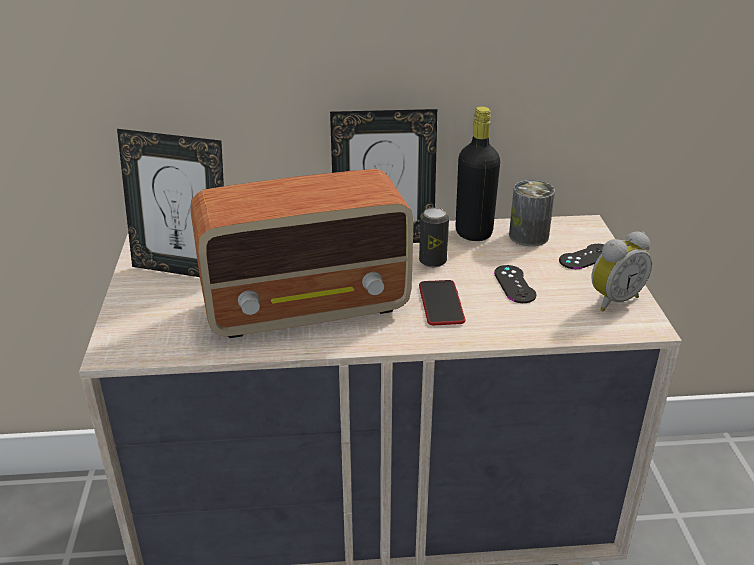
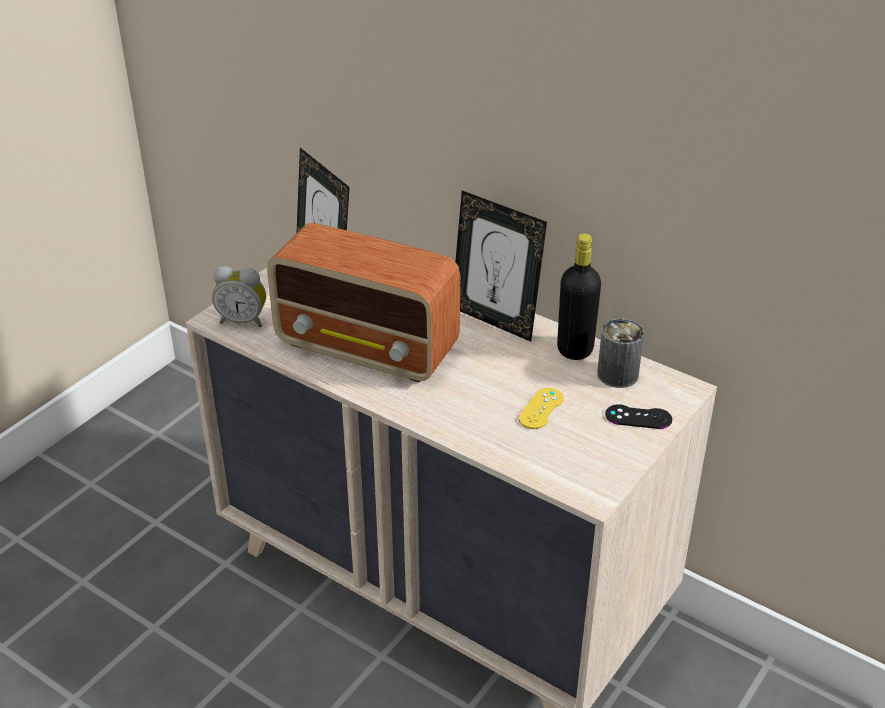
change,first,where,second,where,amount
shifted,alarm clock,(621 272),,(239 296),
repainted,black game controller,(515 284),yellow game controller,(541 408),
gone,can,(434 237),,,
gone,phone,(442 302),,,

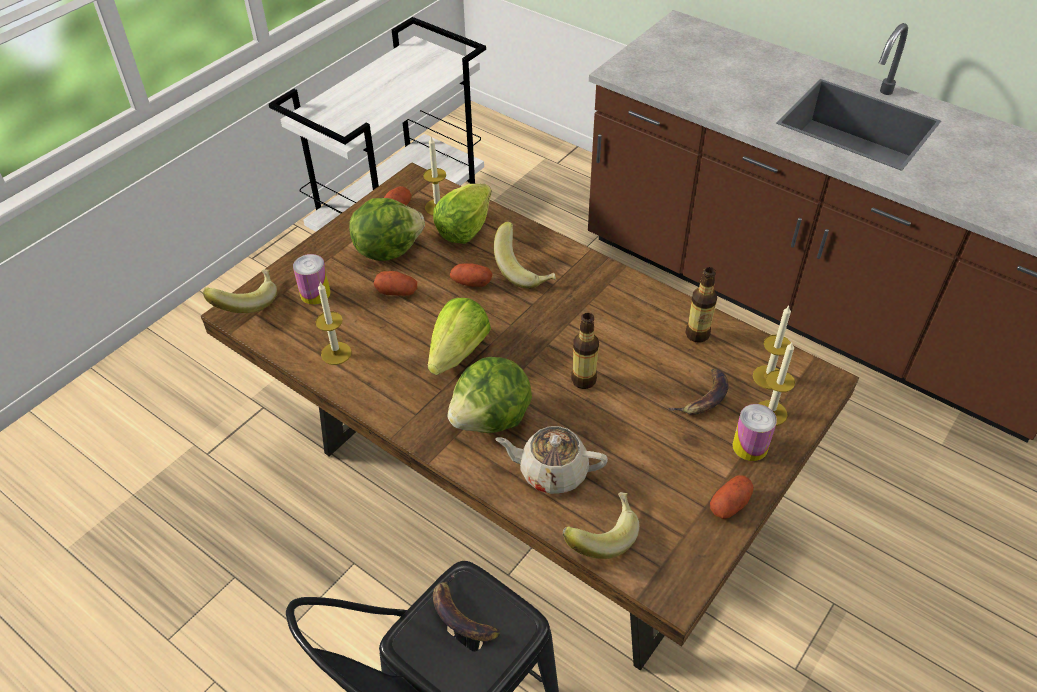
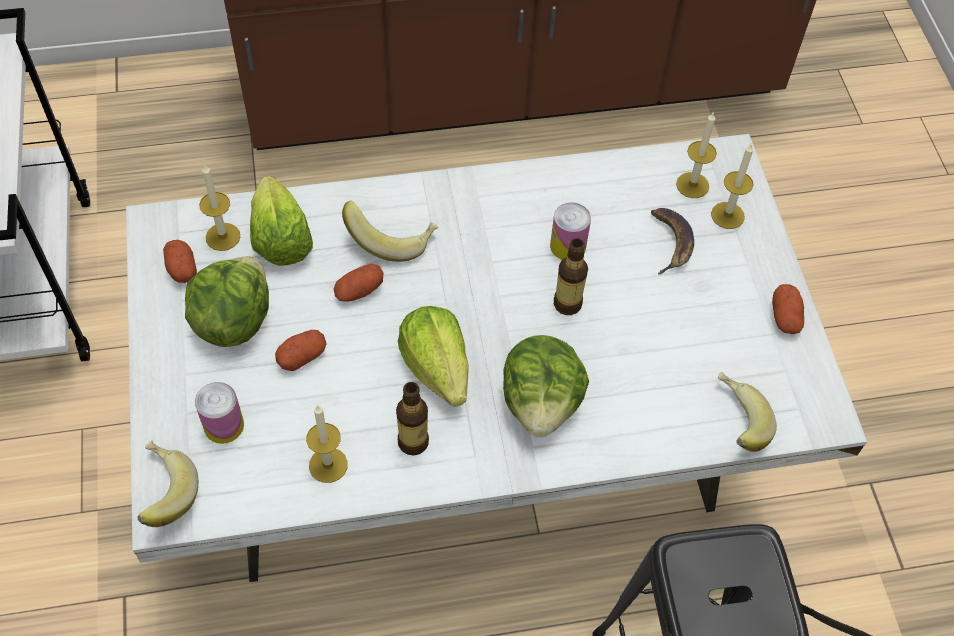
change,first,where,second,where,amount
repainted,brown dining table,(530 416),white dining table,(496 358),
shifted,bottle,(701 305),,(412 419),
shifted,can,(754 432),,(570 231),
gone,banana,(467 607),,,
gone,beige teapot,(551 460),,,

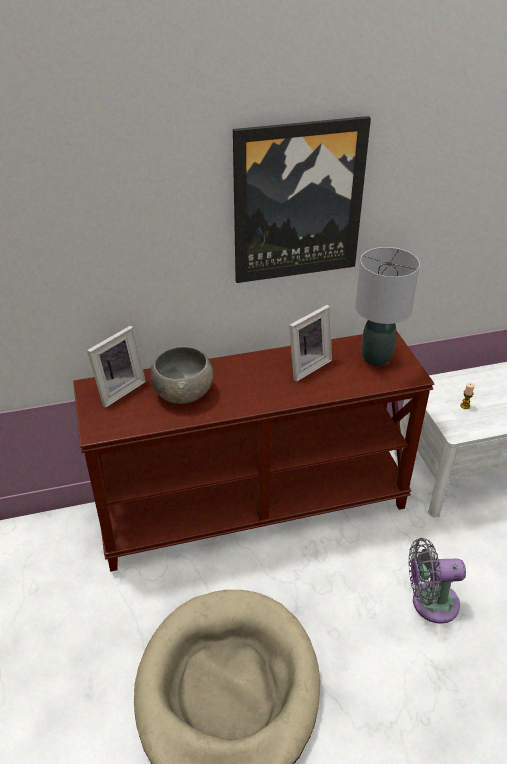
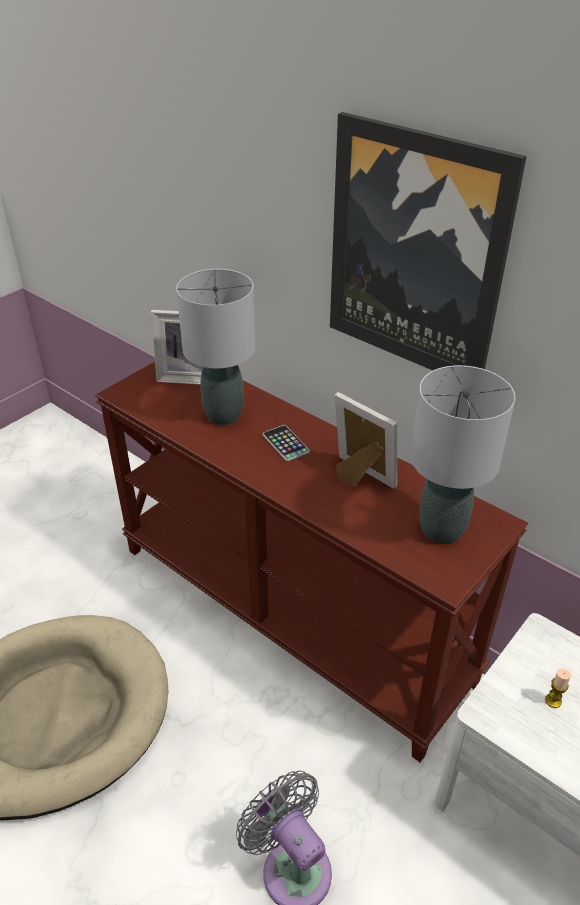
change,first,where,second,where,amount
swapped,grey bowl,(181 375),grey table lamp,(216 347),
new,,,phone,(286 443),
rotated,picture frame,(310 343),,(365 440),150 degrees counterclockwise

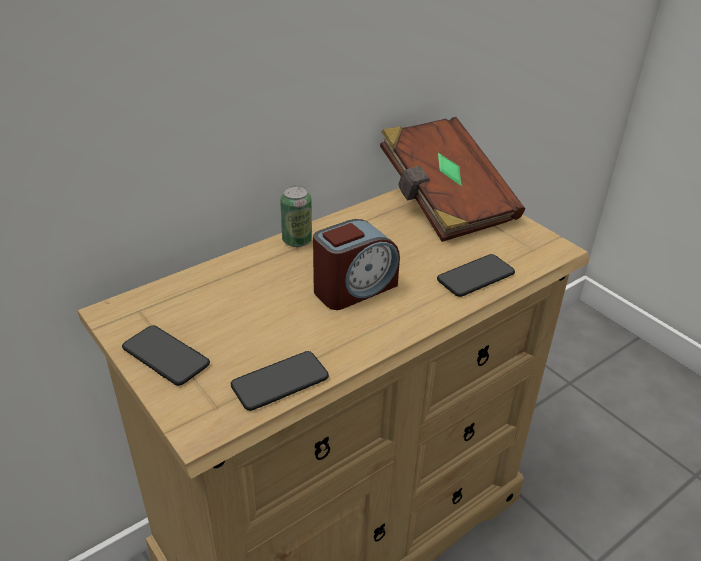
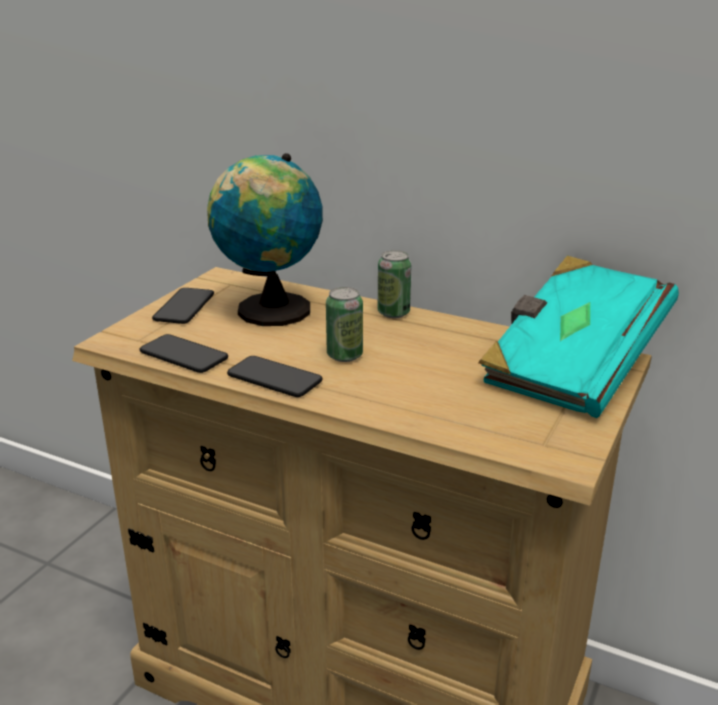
change,first,where,second,where,amount
new,,,globe,(265 239),
shifted,phone,(476 275),,(275 376),
swapped,alarm clock,(356 264),can,(344 324),
repainted,brown book,(452 179),turquoise book,(578 337),

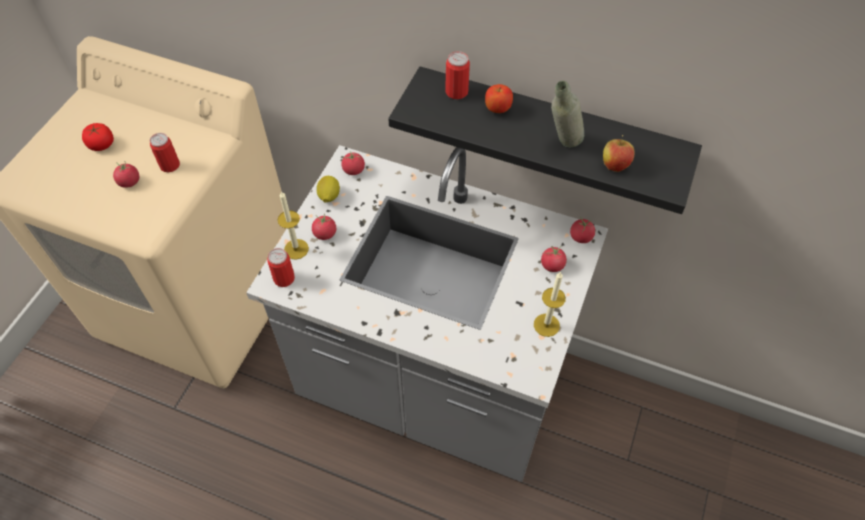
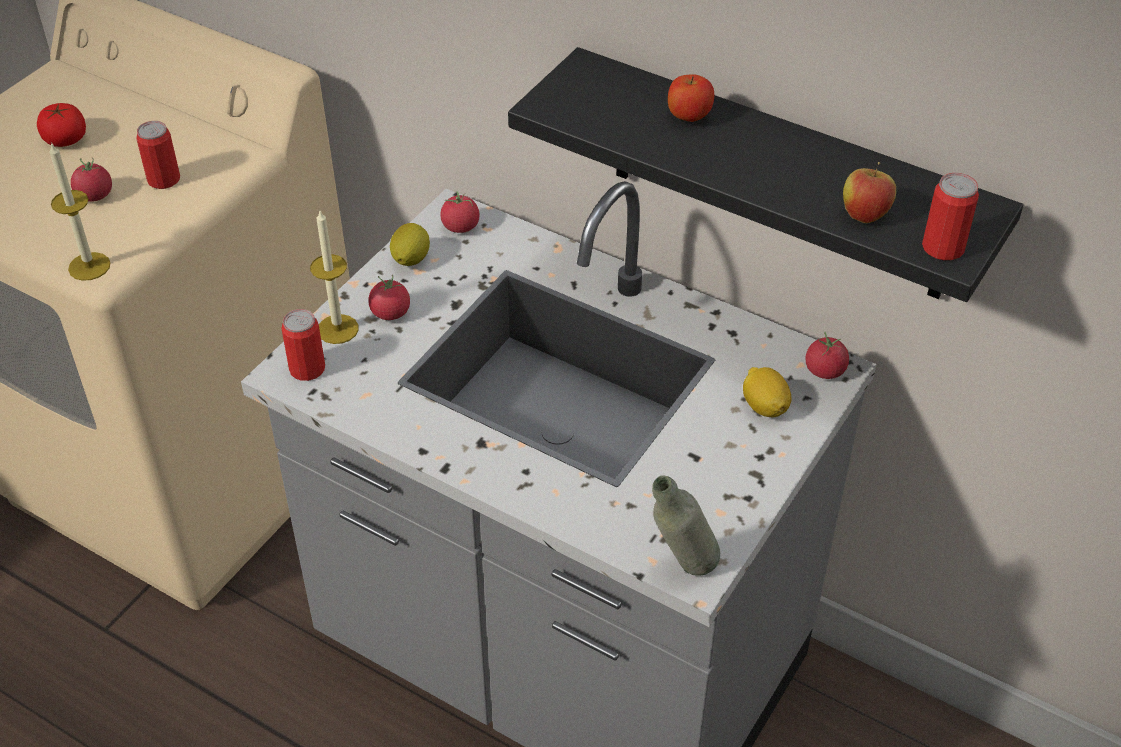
change,first,where,second,where,amount
shifted,candle,(550 304),,(79 211),
shifted,grey bottle,(567 114),,(686 526),
swapped,tomato,(554 259),lemon,(767 392),
shifted,can,(457 75),,(950 216),

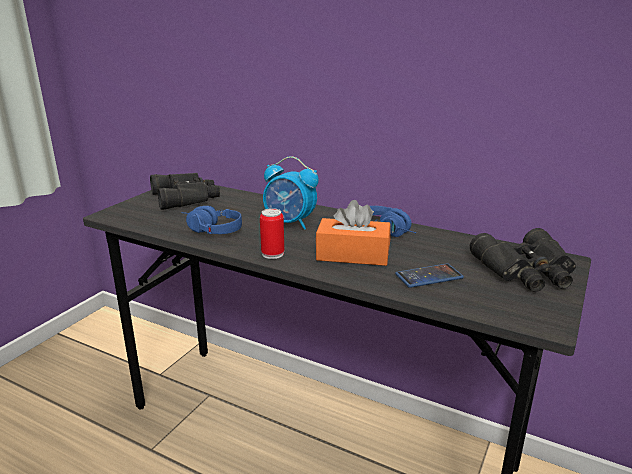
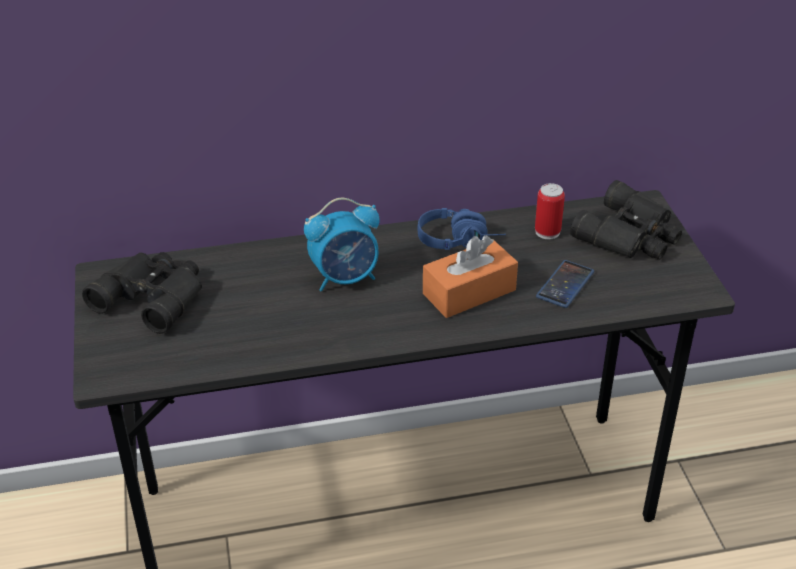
change,first,where,second,where,amount
shifted,can,(272 233),,(550 211),
gone,blue headphones,(212 220),,,

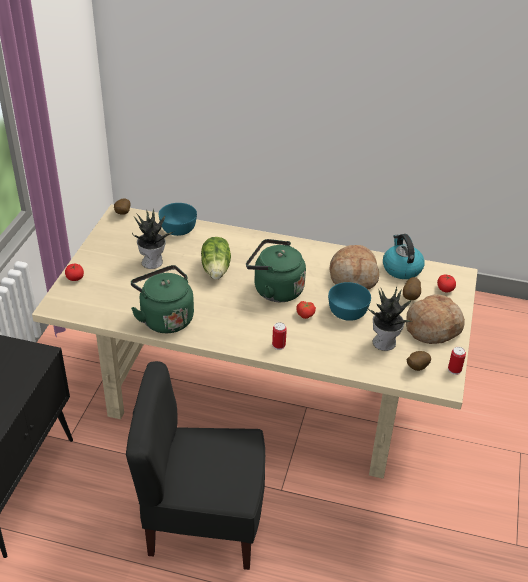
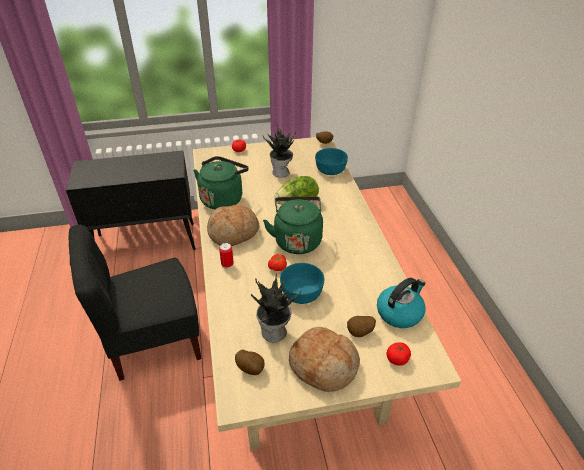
change,first,where,second,where,amount
rotated,black chair,(195 465),,(135 302),90 degrees counterclockwise
shifted,bread,(354 267),,(233 225),
gone,can,(457 361),,,

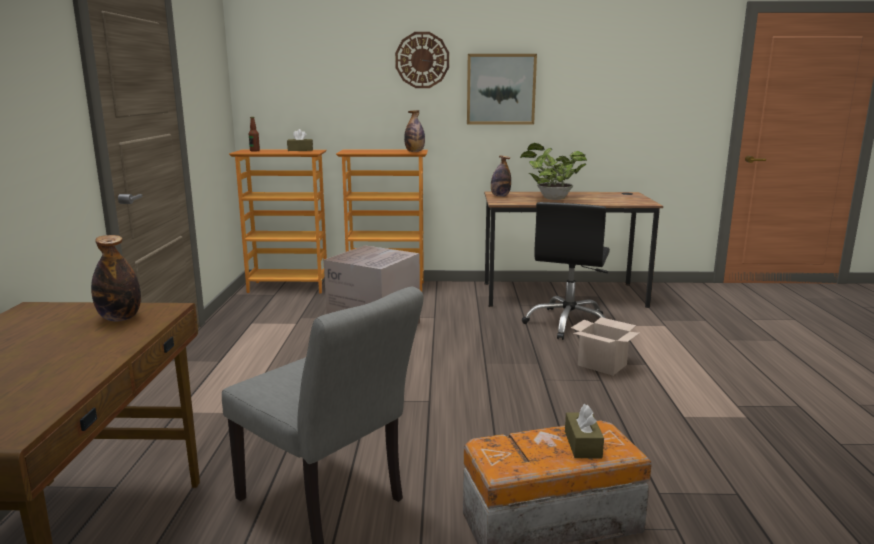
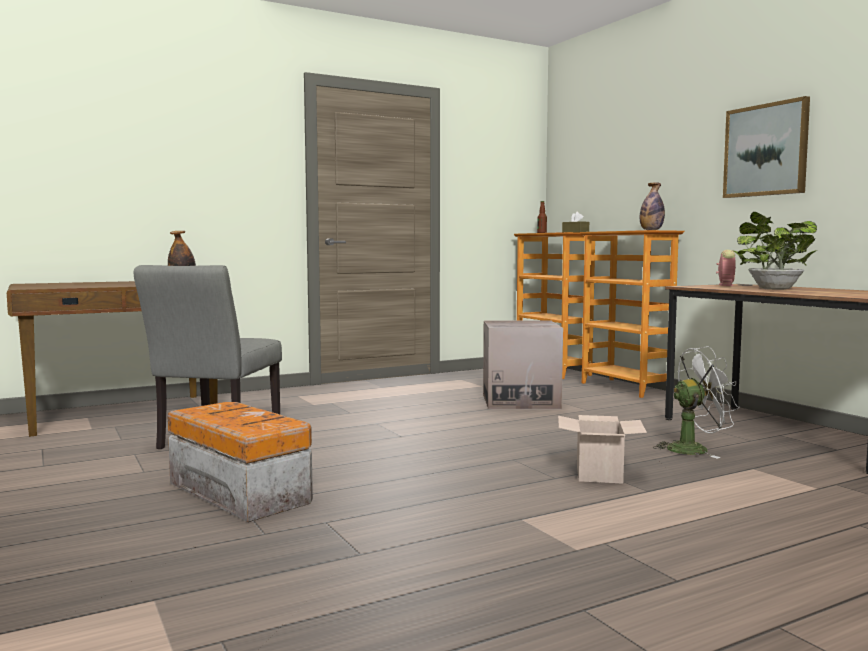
change,first,where,second,where,amount
swapped,black office chair,(566 271),white fan,(696 402),
swapped,bottle,(501 176),alarm clock,(726 268),
gone,wall clock,(422 60),,,
gone,brown tissue box,(584 431),,,

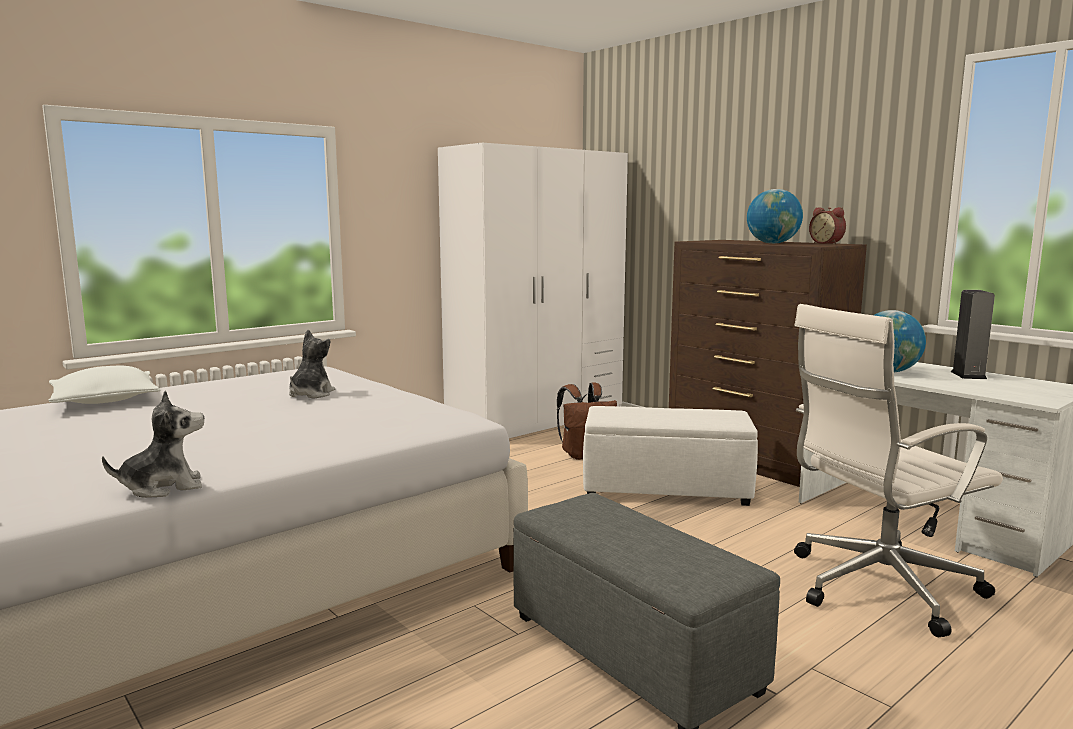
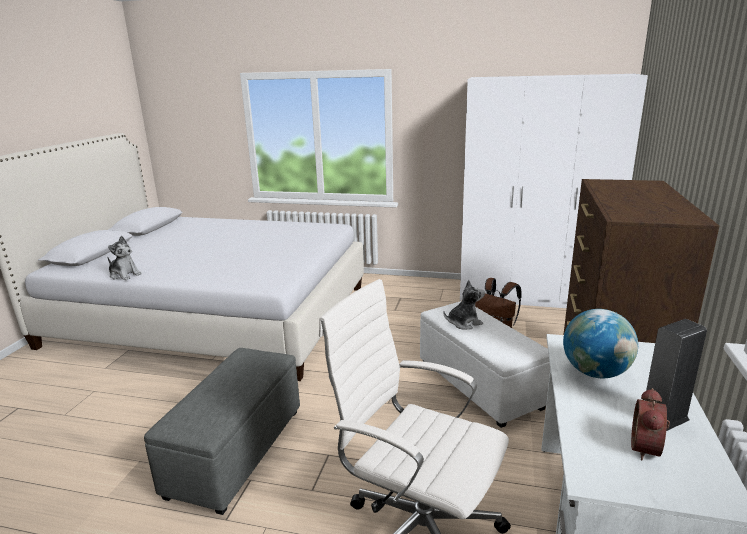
change,first,where,second,where,amount
shifted,plush toy,(312 364),,(464 305),
shifted,alarm clock,(827 225),,(650 424),
gone,white pillow,(104 385),,,
gone,globe,(775 216),,,

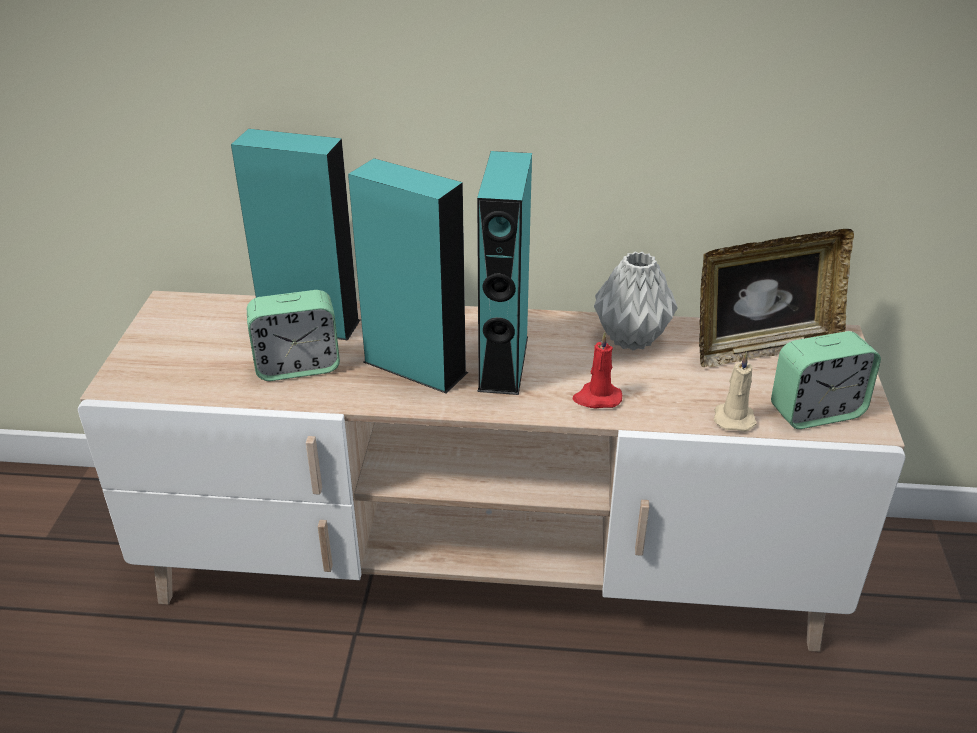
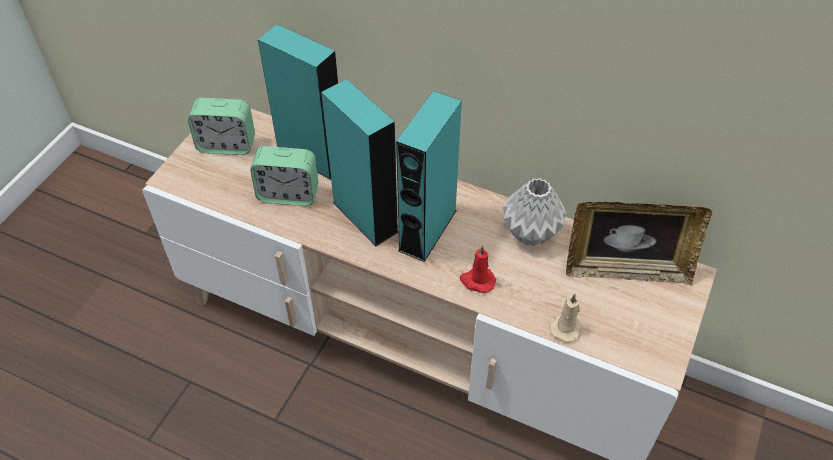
change,first,where,second,where,amount
shifted,alarm clock,(826 380),,(221 126),

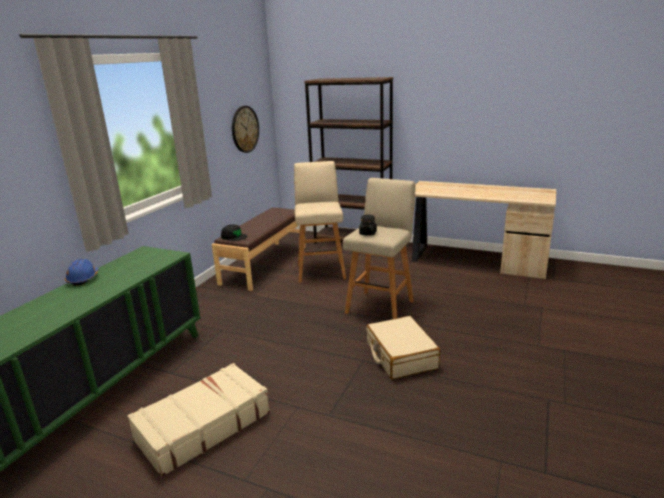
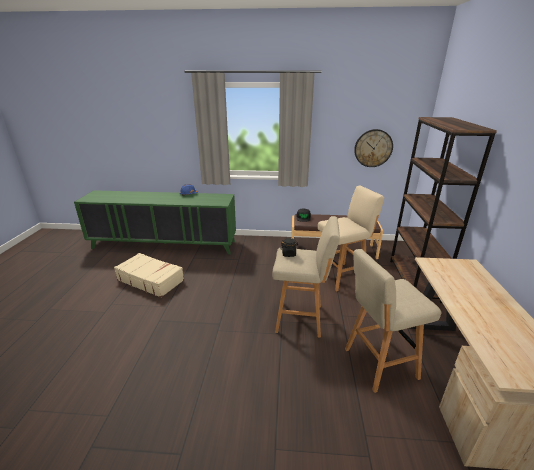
change,first,where,second,where,amount
new,,,beige stool,(393 321),
gone,beige suitcase,(403 347),,,

